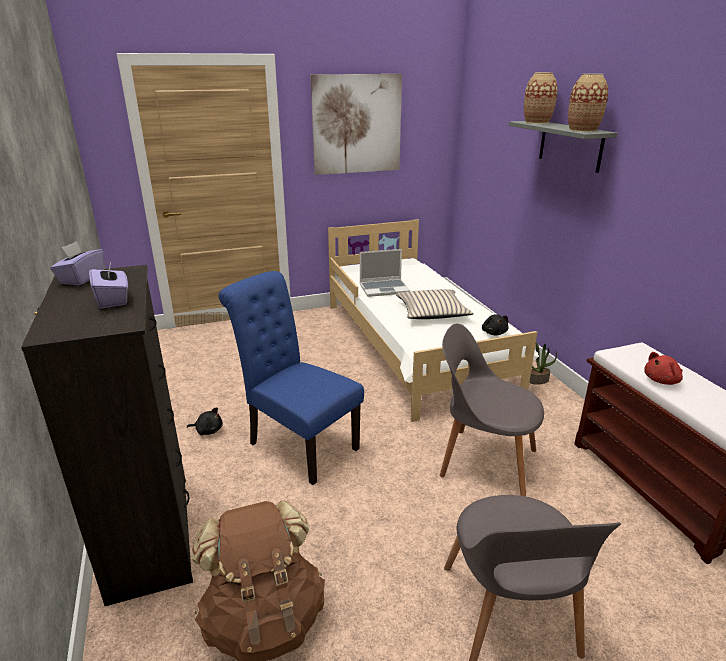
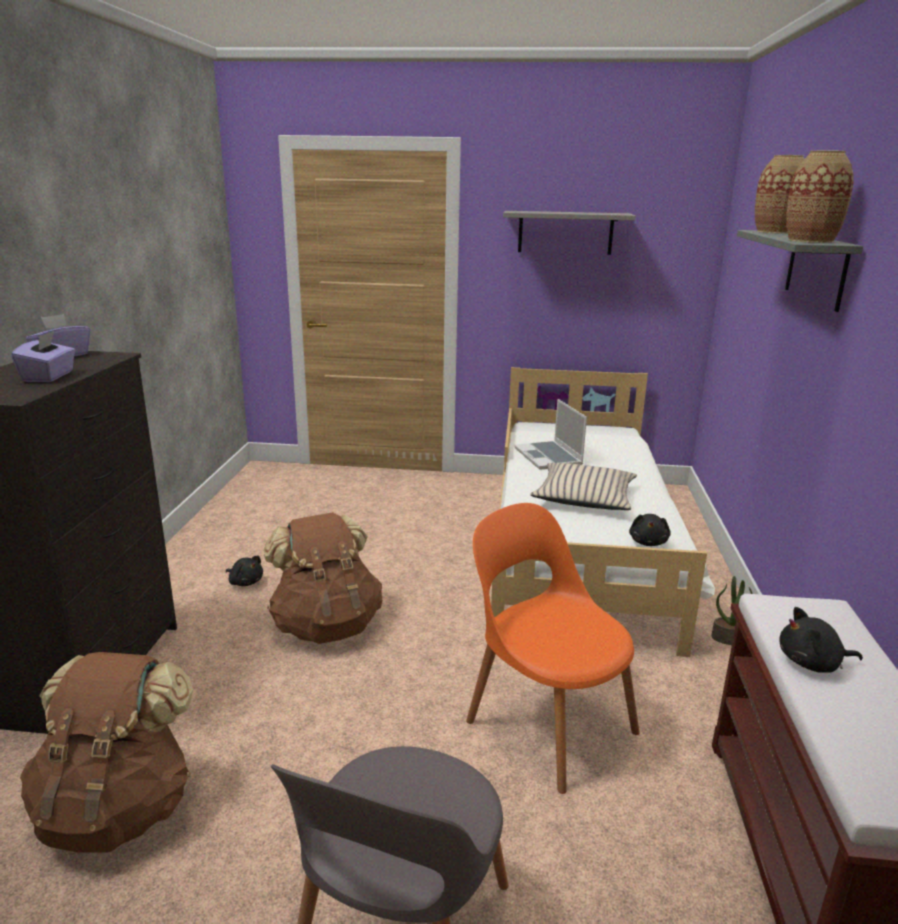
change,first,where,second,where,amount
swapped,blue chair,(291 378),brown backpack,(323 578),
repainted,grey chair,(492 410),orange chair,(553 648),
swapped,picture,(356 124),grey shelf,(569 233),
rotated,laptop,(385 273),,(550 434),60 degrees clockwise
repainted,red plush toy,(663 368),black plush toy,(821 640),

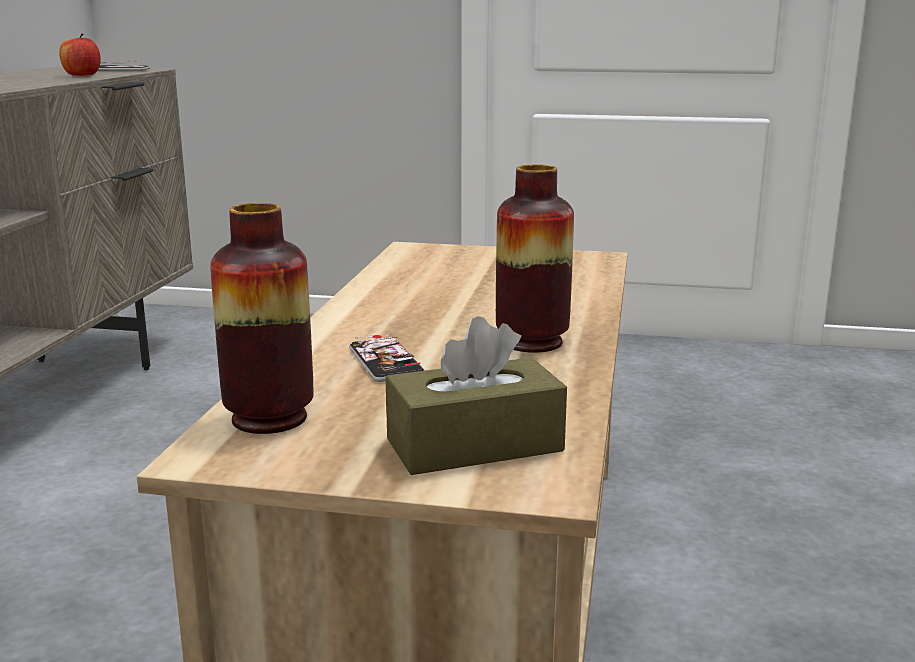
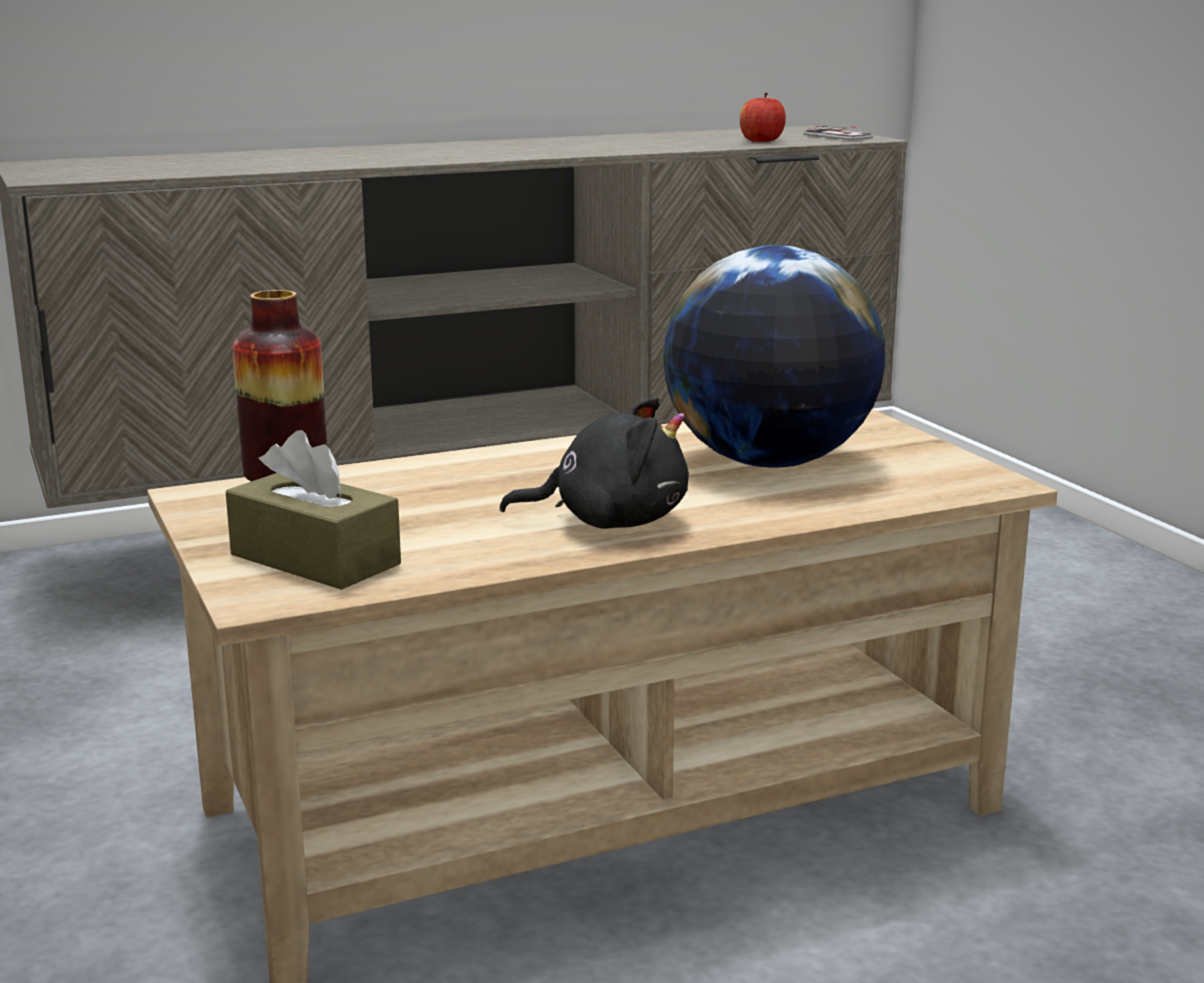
change,first,where,second,where,amount
swapped,vase,(535 258),black plush toy,(594 463),
new,,,globe,(774 356),
gone,phone,(387 357),,,

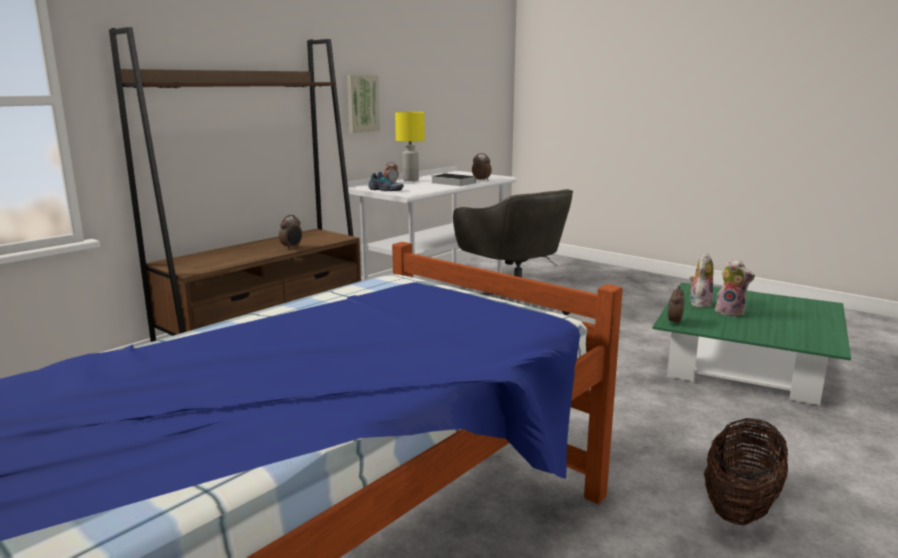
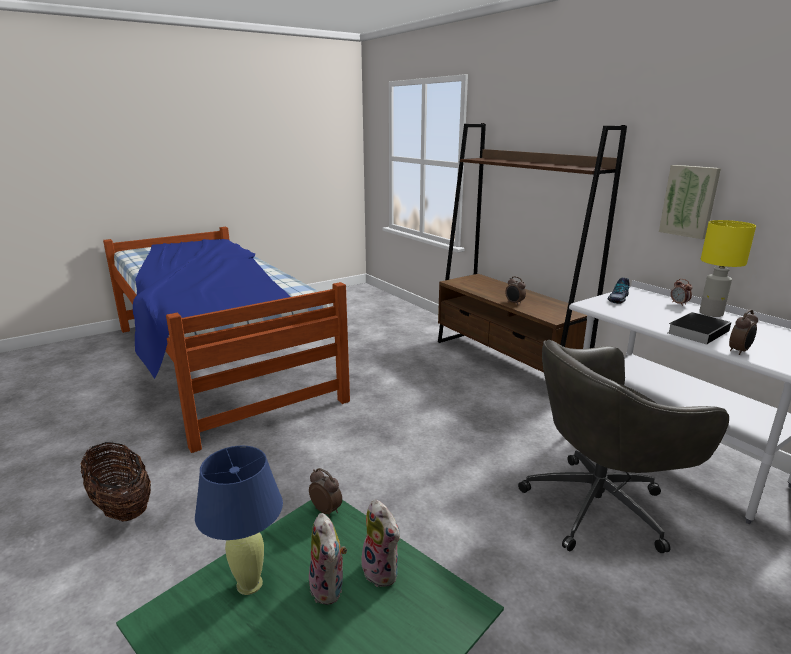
change,first,where,second,where,amount
new,,,blue table lamp,(239 520),
rotated,plush toy,(735 288),,(328 559),75 degrees counterclockwise

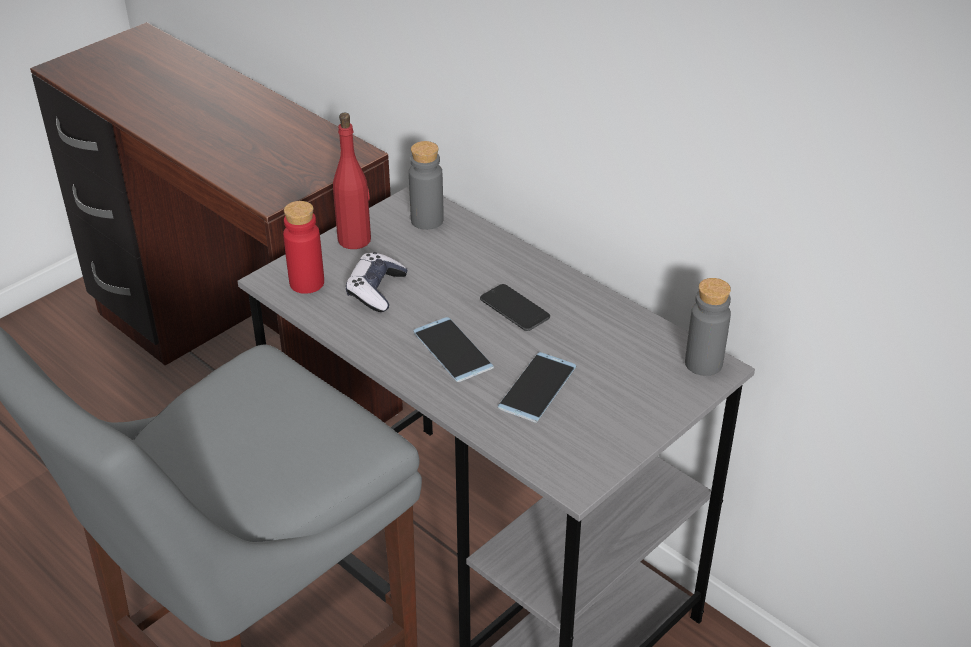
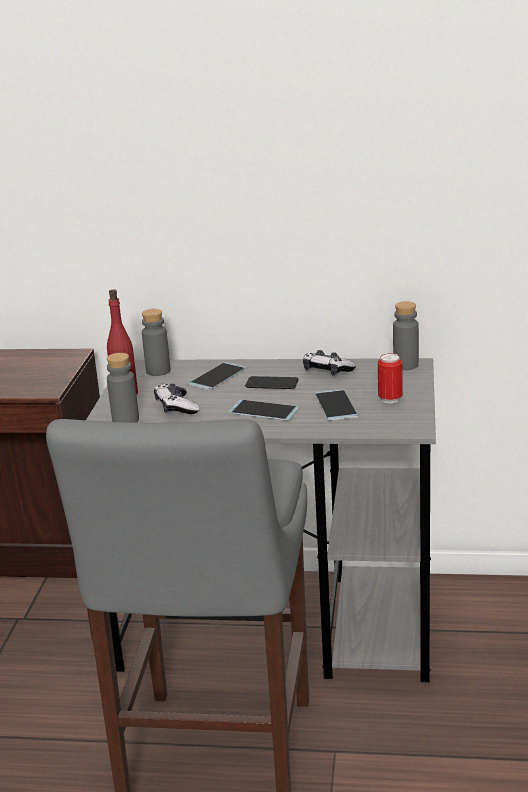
change,first,where,second,where,amount
repainted,red bottle,(303 247),grey bottle,(123 388),
new,,,phone,(217 376),
new,,,game controller,(329 363),
new,,,can,(390 378),

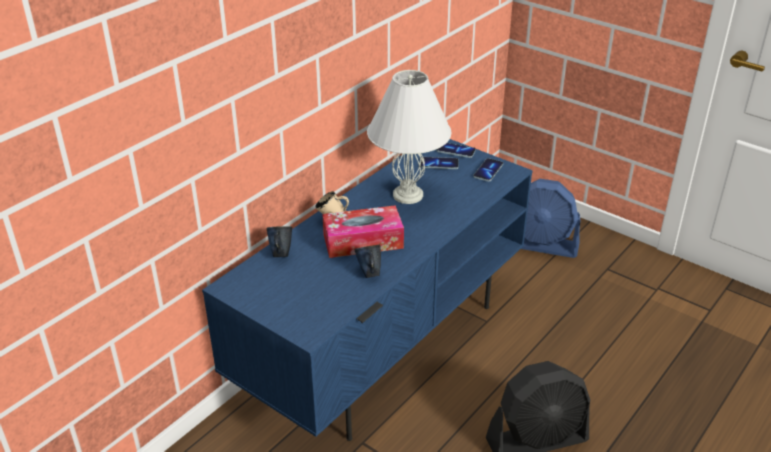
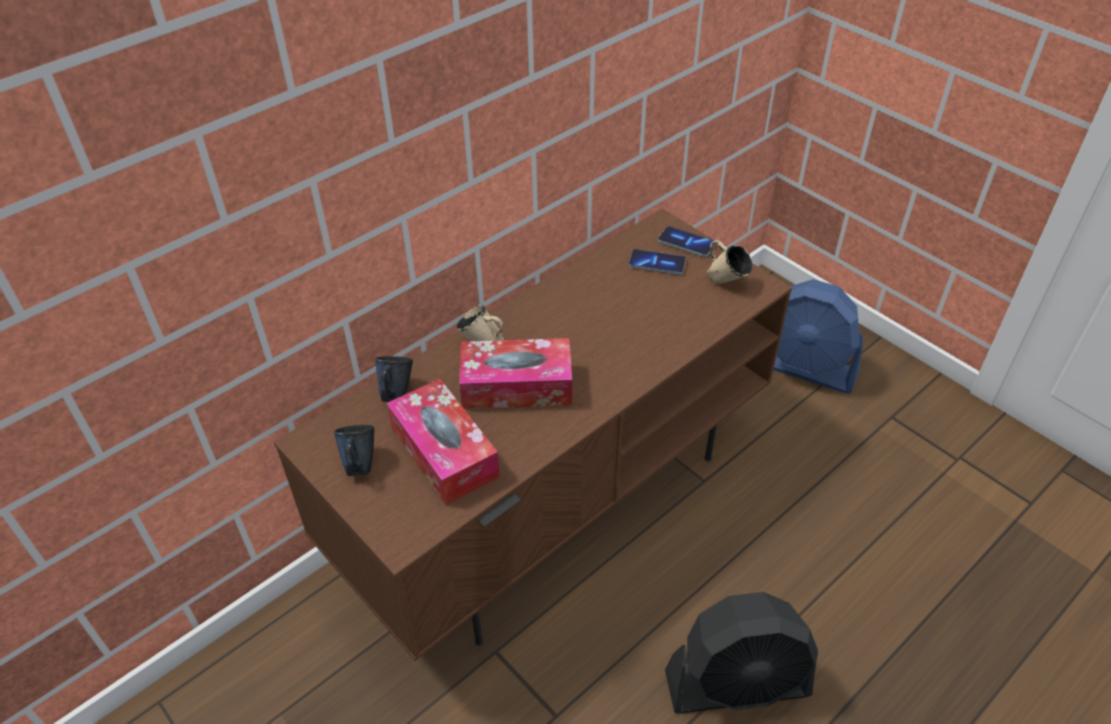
change,first,where,second,where,amount
repainted,blue tv stand,(367 290),brown tv stand,(533 435),
shifted,blue mug,(368 261),,(354 450),
new,,,tissue box,(443 442),
swapped,phone,(488 170),beige mug,(729 262),
gone,white table lamp,(409 137),,,

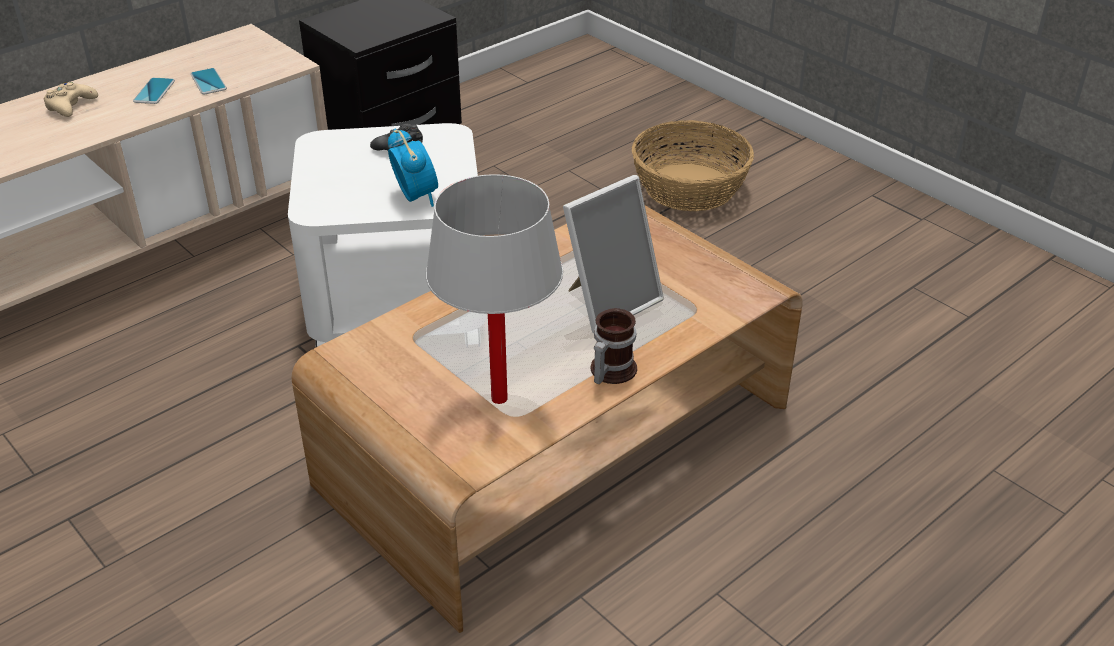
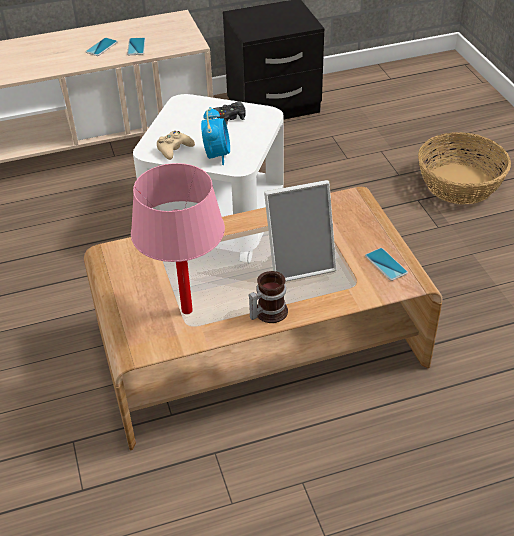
change,first,where,second,where,amount
repainted,white table lamp,(494 289),pink table lamp,(178 238),
shifted,beige game controller,(71 99),,(176 145),
new,,,phone,(386 264),

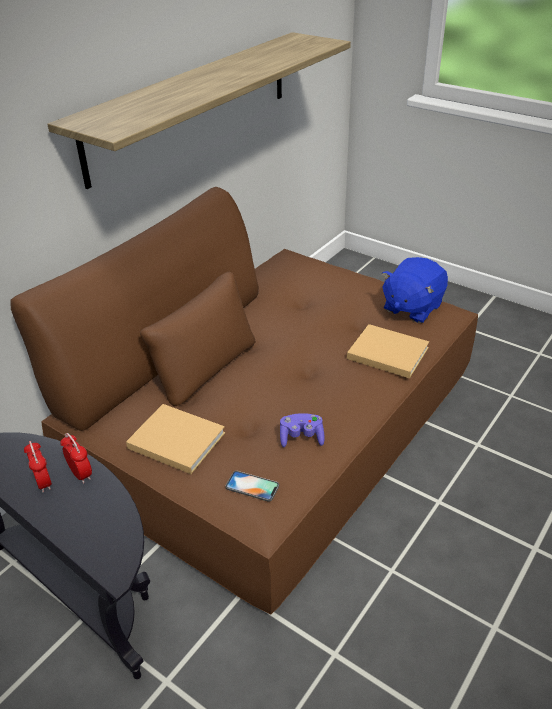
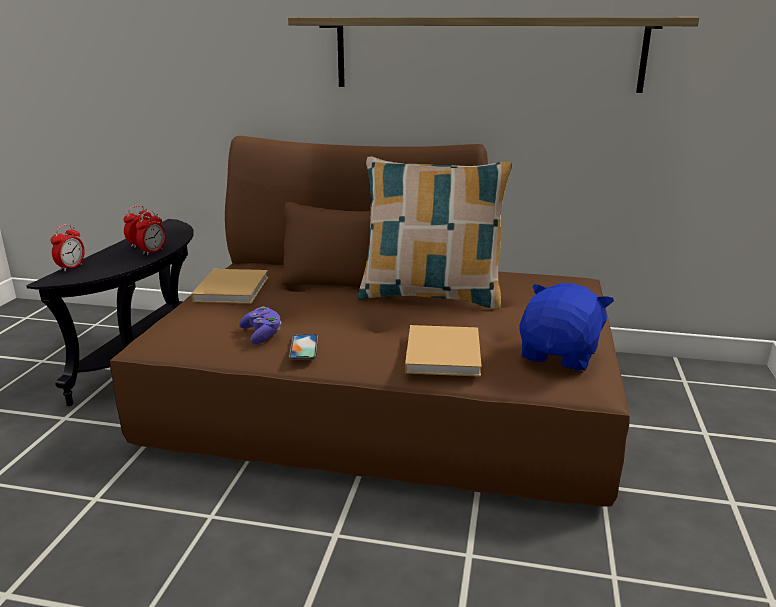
change,first,where,second,where,amount
new,,,alarm clock,(68 248),
shifted,phone,(252 486),,(303 347),
new,,,pillow,(435 233),
rotated,blue plush toy,(414 290),,(567 327),105 degrees clockwise

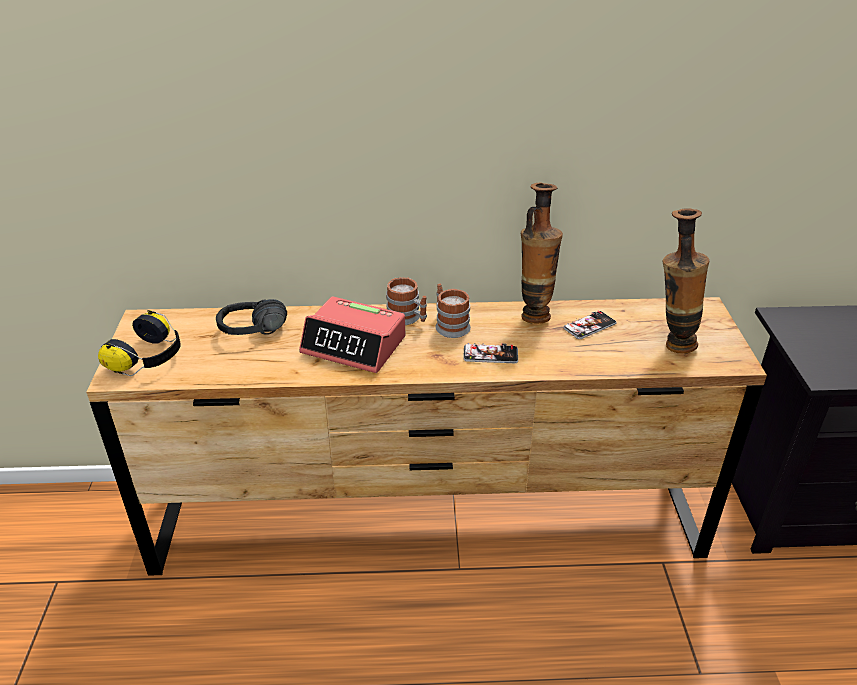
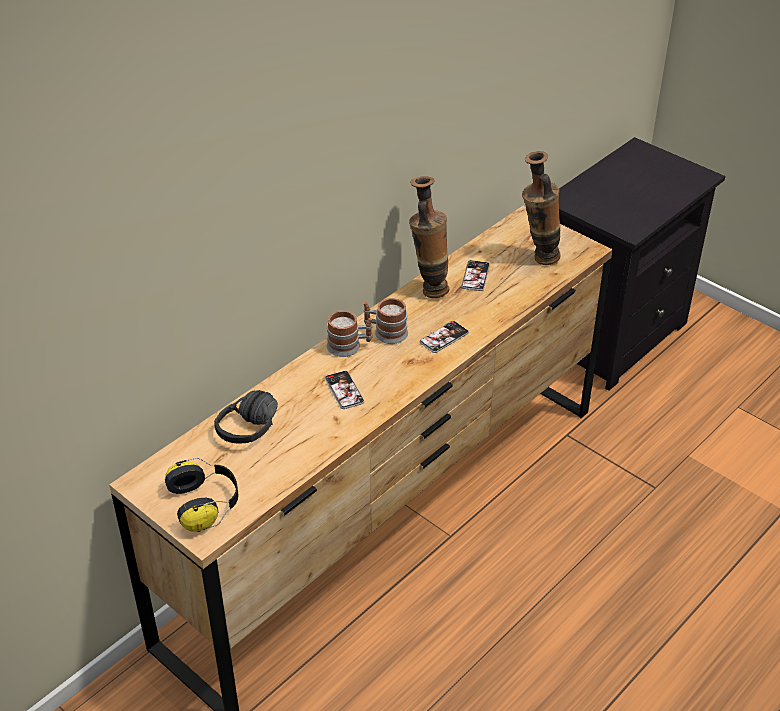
change,first,where,second,where,amount
swapped,alarm clock,(352 334),phone,(344 390),

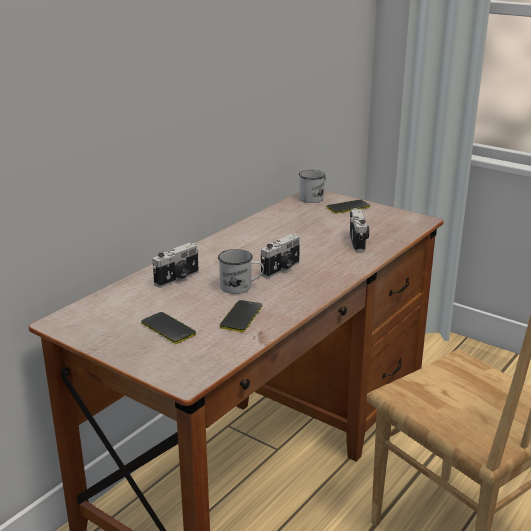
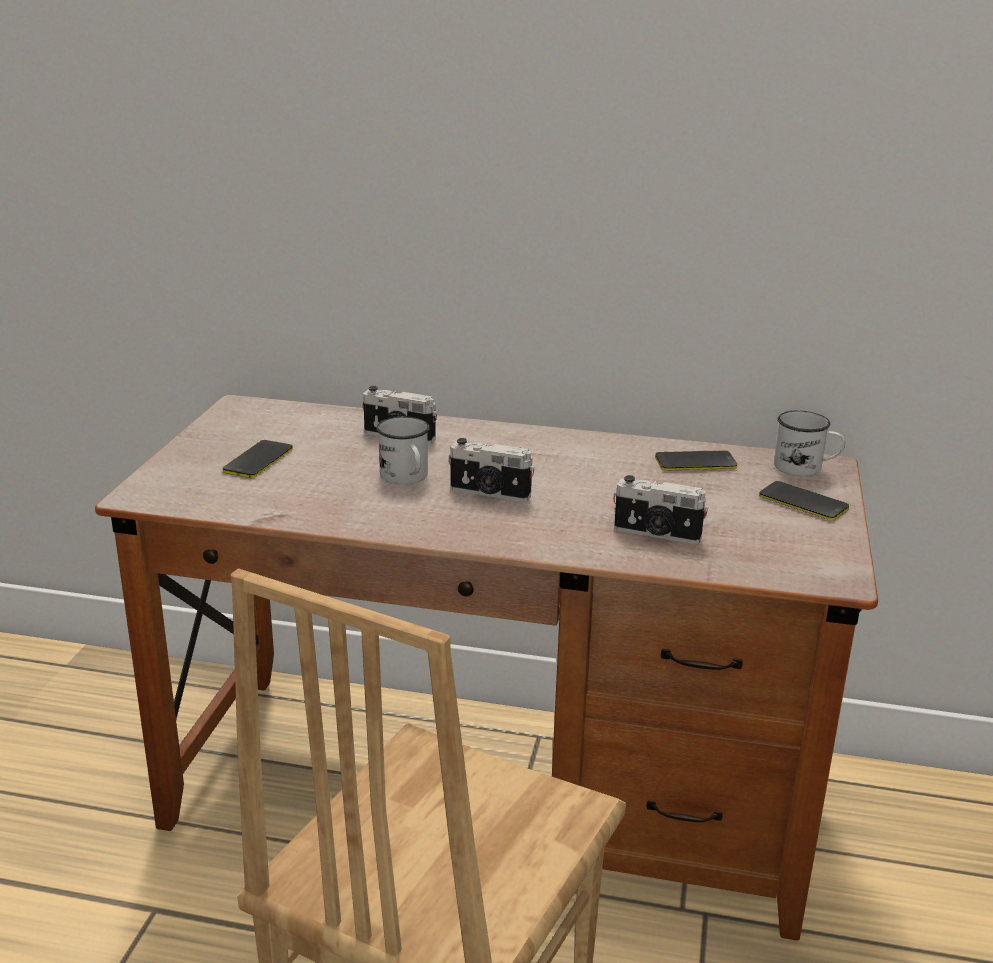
change,first,where,second,where,amount
rotated,photo camera,(359 230),,(660 509),45 degrees clockwise
shifted,phone,(241 316),,(696 460),

